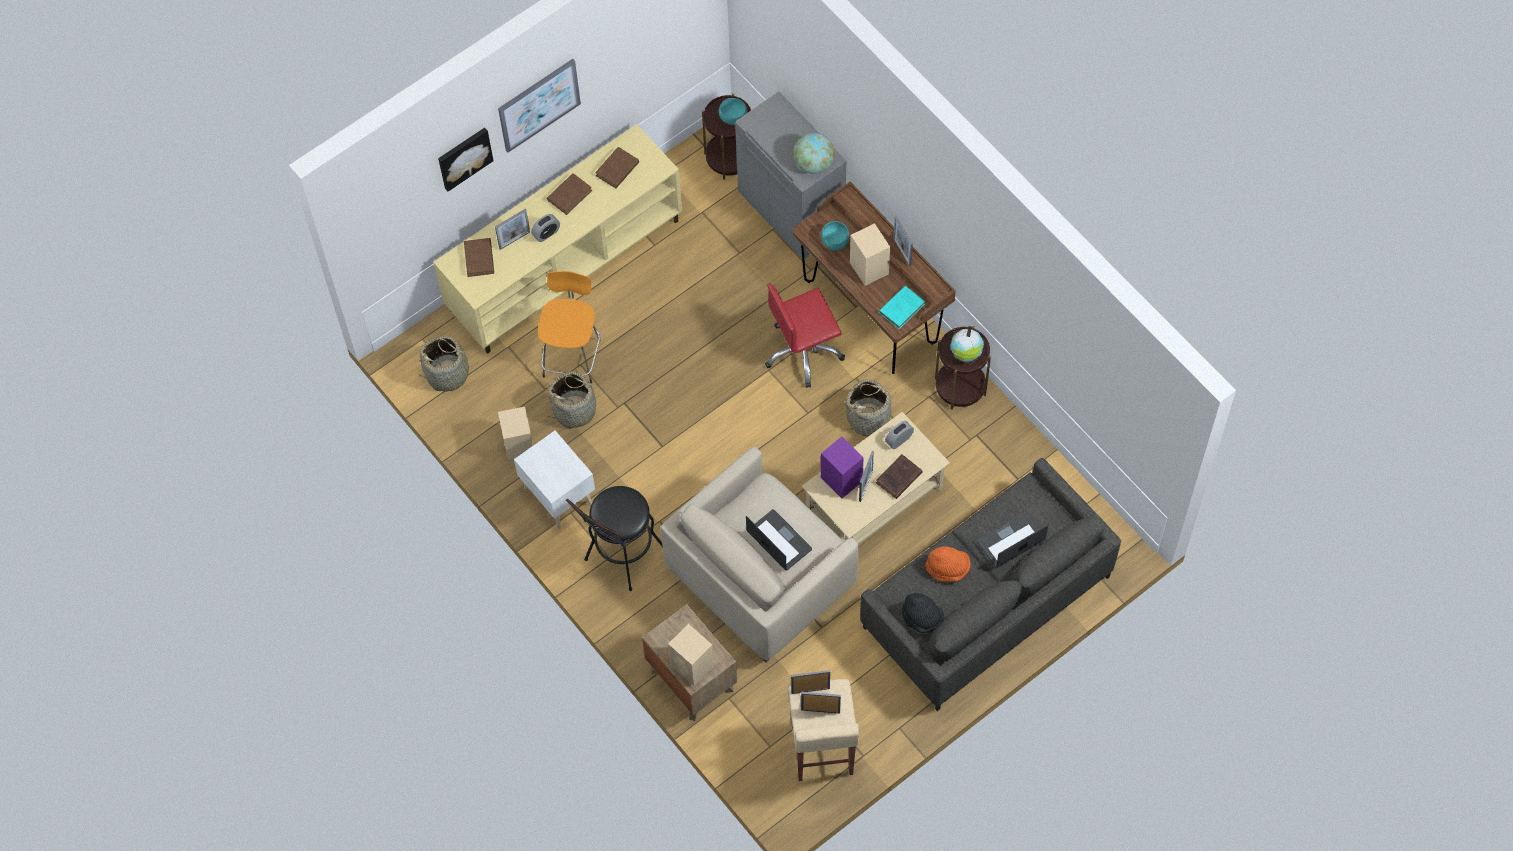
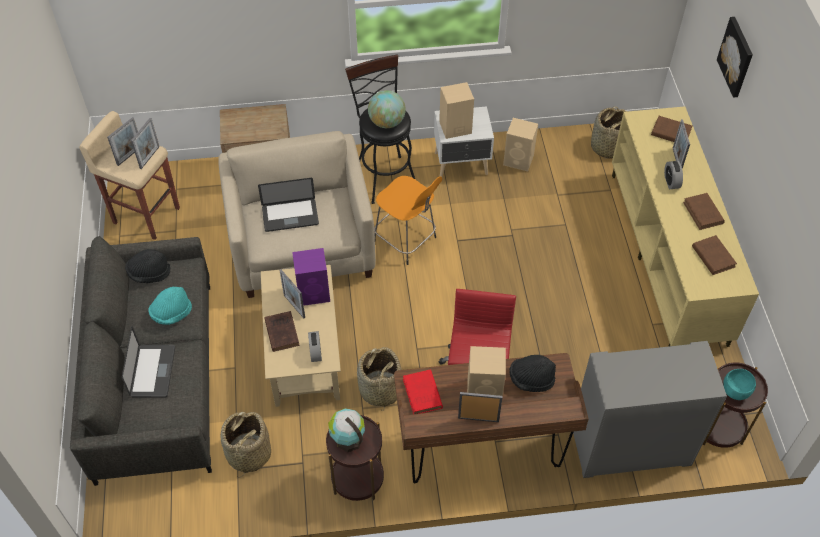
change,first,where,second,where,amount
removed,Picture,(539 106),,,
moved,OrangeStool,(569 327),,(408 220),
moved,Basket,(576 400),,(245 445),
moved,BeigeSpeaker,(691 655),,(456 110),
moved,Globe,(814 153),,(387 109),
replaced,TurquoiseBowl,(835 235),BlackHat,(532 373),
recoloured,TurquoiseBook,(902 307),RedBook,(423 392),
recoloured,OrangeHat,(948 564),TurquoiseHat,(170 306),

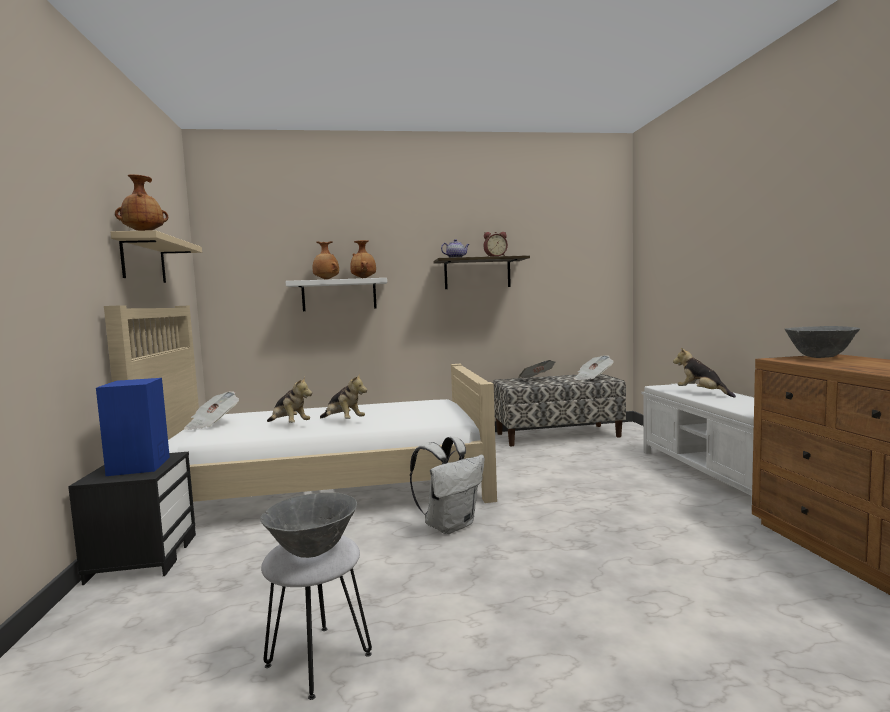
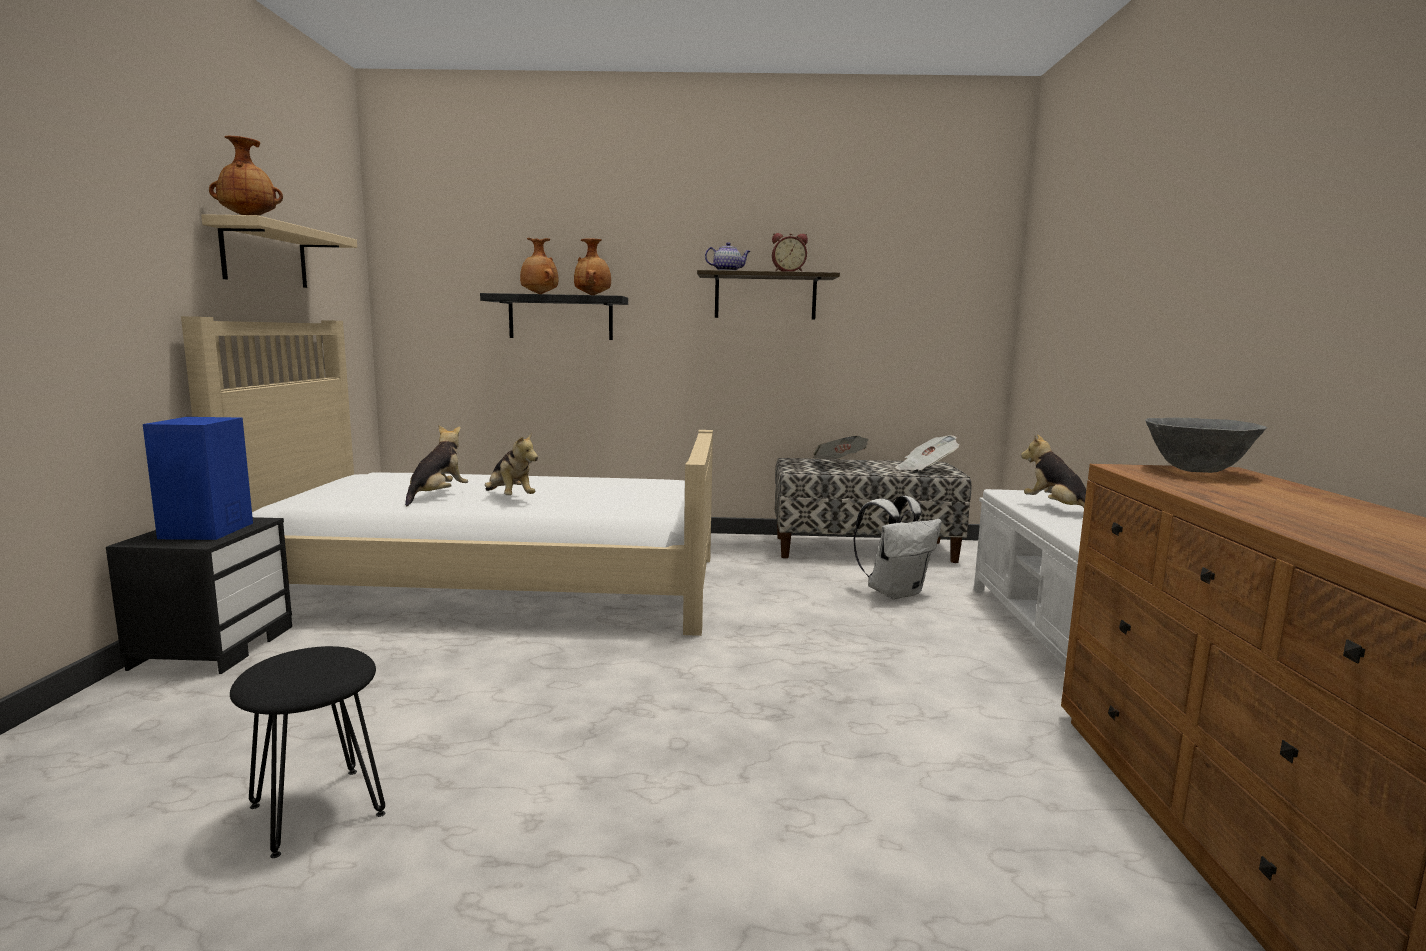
change,first,where,second,where,amount
removed,Newspaper,(211 410),,,
removed,GreyBowl,(308 525),,,
moved,WhiteBackpack,(447 485),,(897 548),
recoloured,WhiteStool,(316 617),BlackStool,(308 752),
recoloured,WhiteShelf,(336 294),BlackShelf,(554 316),
turned,PlushToy,(289 400),,(436 465),120 degrees counterclockwise

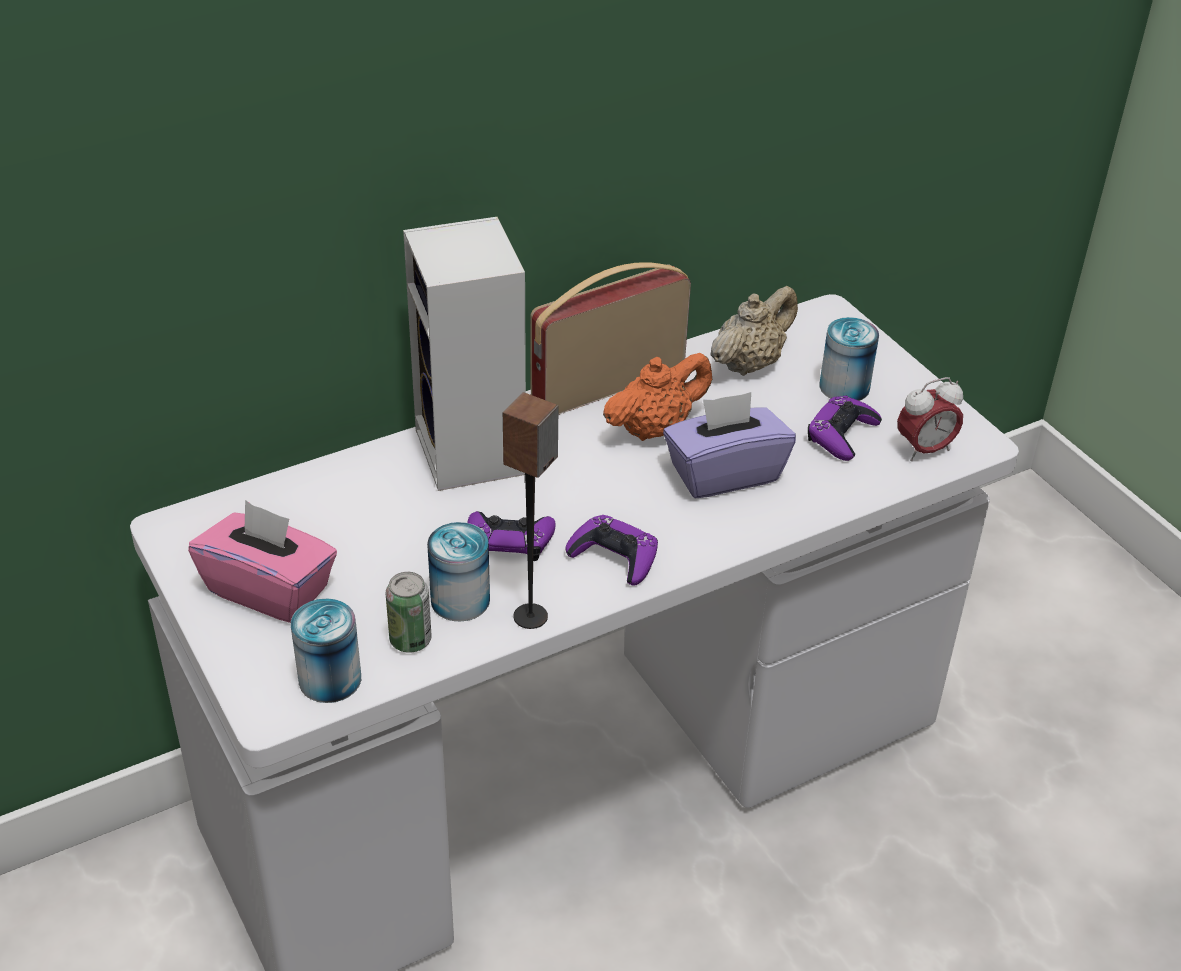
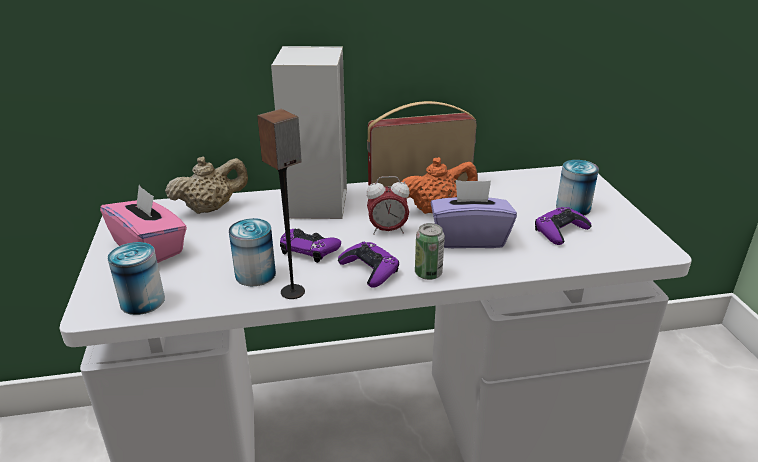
change,first,where,second,where,amount
moved,Can,(408 612),,(430 251),
moved,BeigeTeapot,(754 331),,(206 185),
moved,AlarmClock,(930 419),,(388 205),

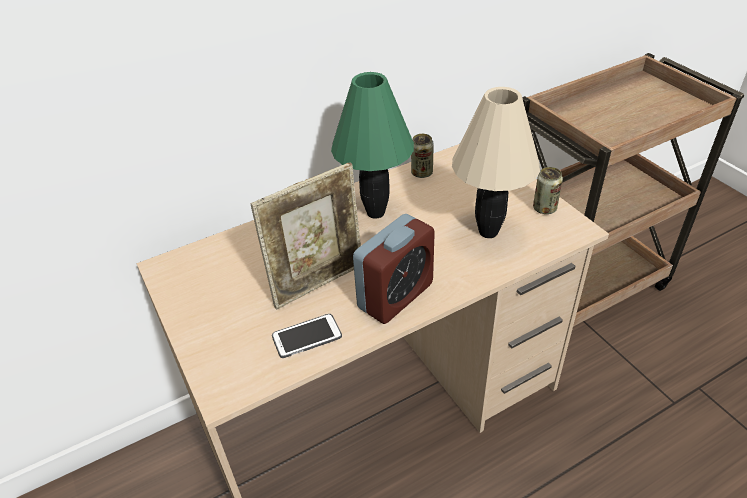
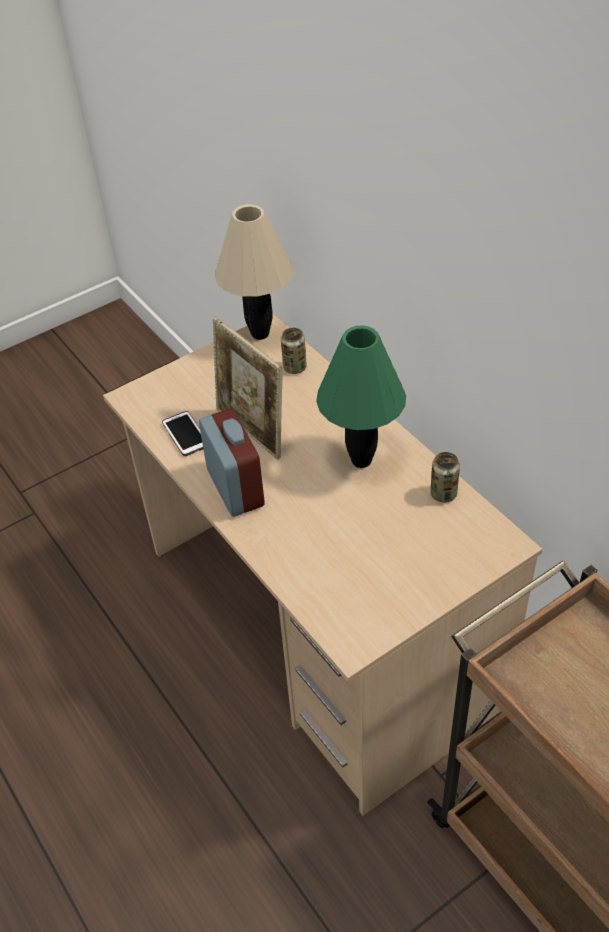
change,first,where,second,where,amount
moved,BeigeTableLamp,(496 162),,(254 272),
moved,Can,(548 190),,(294 351),
turned,AlarmClock,(394 269),,(232 463),150 degrees counterclockwise

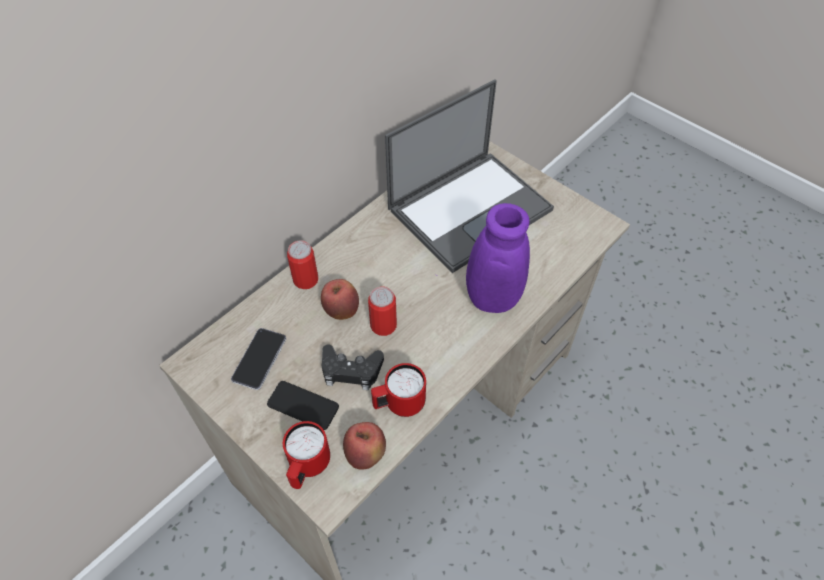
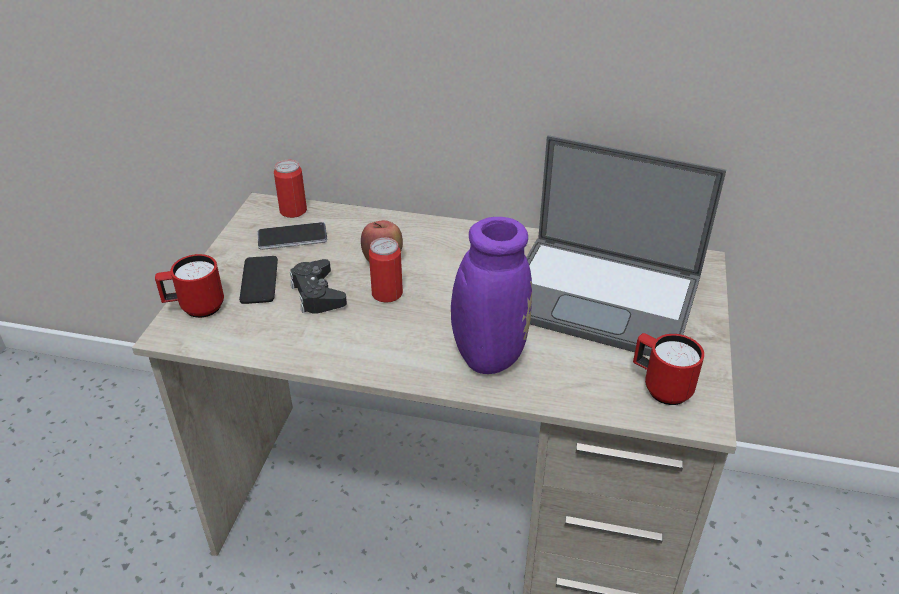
change,first,where,second,where,amount
removed,Apple,(364 446),,,
moved,Can,(302 265),,(290 189),
moved,RedMug,(398 390),,(668 369),

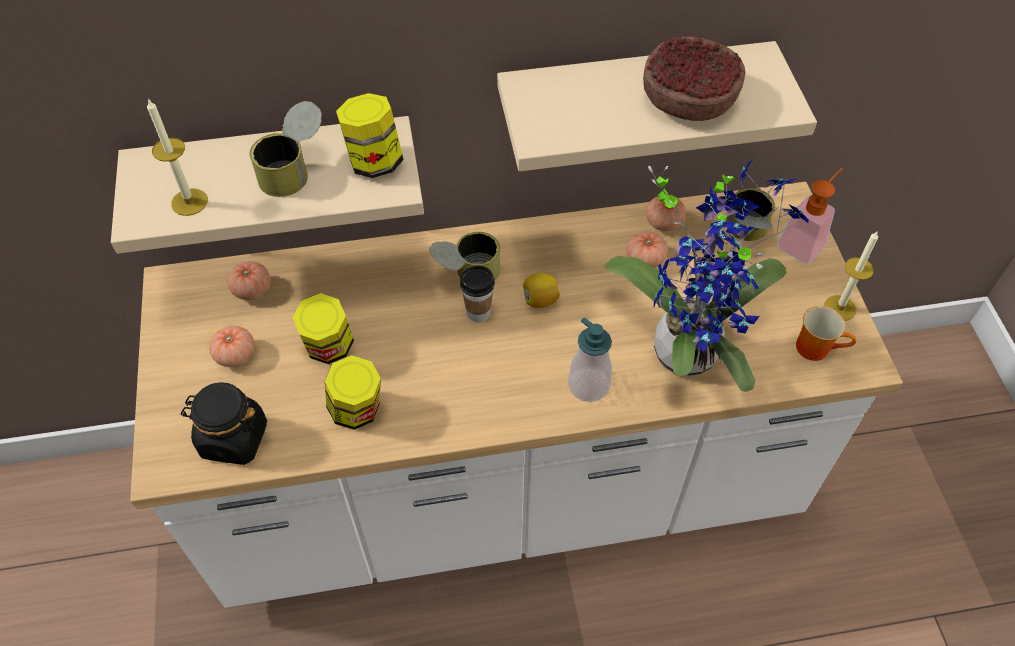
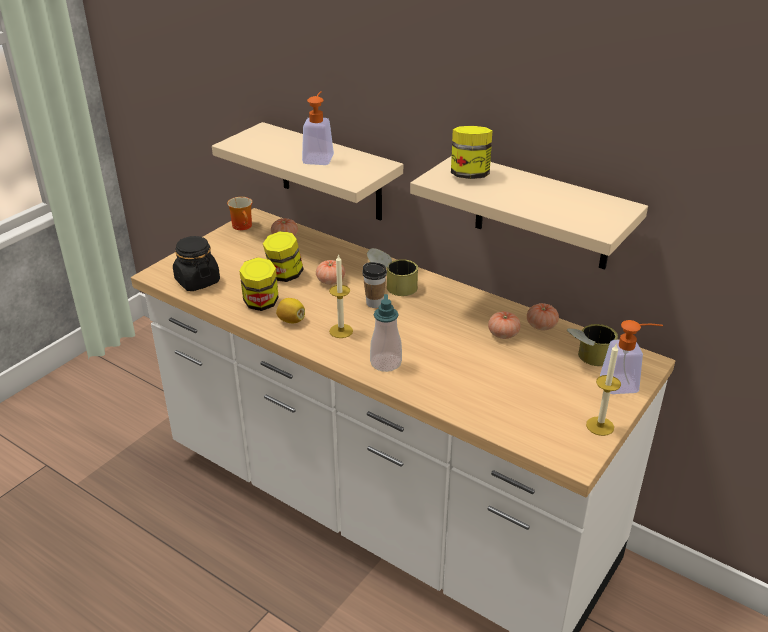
change,first,where,second,where,amount
removed,PottedPlant,(707 275),,,
removed,Bowl,(694 79),,,
moved,Candle,(177 157),,(341 296),
moved,Tomato,(232 346),,(330 272),
moved,Jar,(370 135),,(472 152),
moved,Lemon,(541 290),,(290 310),
moved,Mug,(826 333),,(239 213),
replaced,Can,(285 149),SoapDispenser,(318 128),

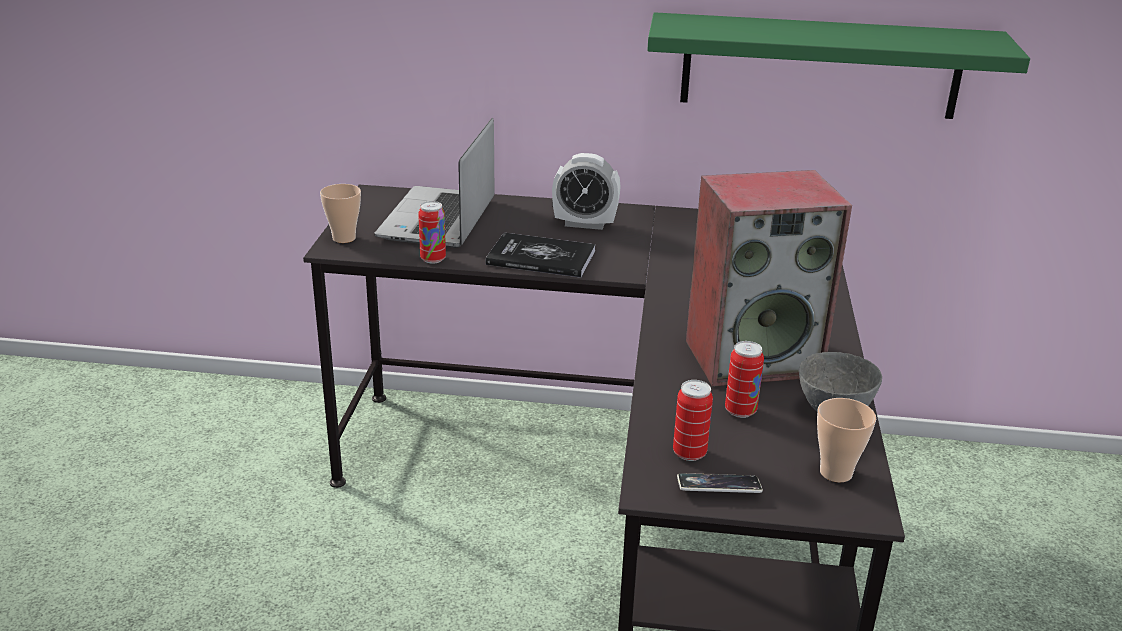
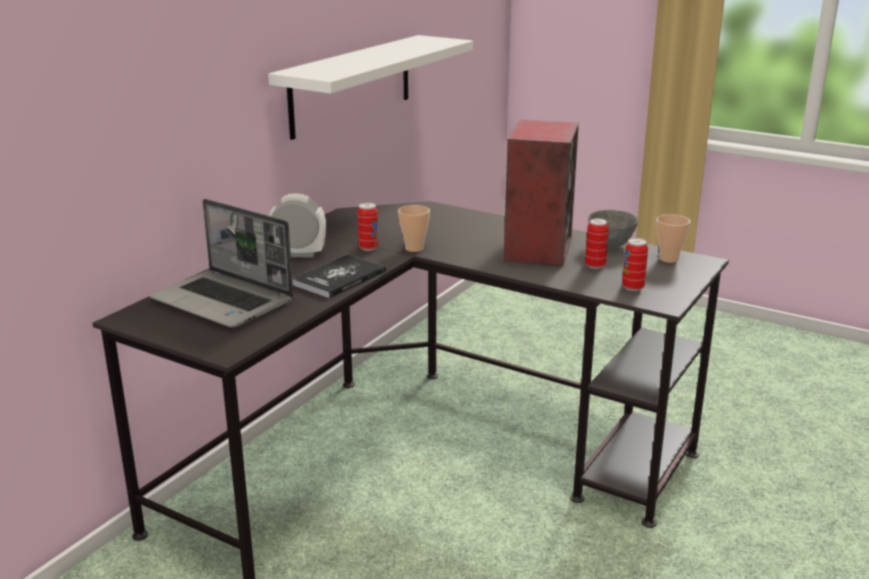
change,first,where,second,where,amount
removed,Phone,(720 483),,,
moved,Cup,(340 213),,(414 228),
moved,Can,(432 232),,(368 227),
recoloured,GreenShelf,(838 65),WhiteShelf,(370 87),
turned,AlarmClock,(586 191),,(297 226),120 degrees counterclockwise

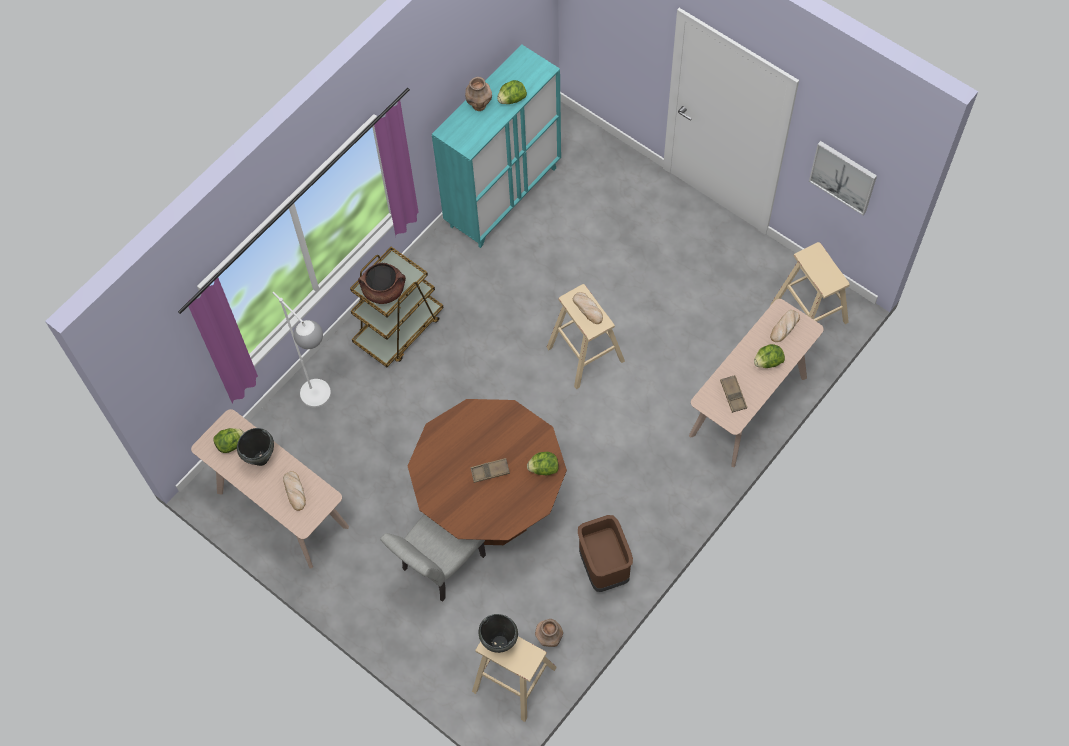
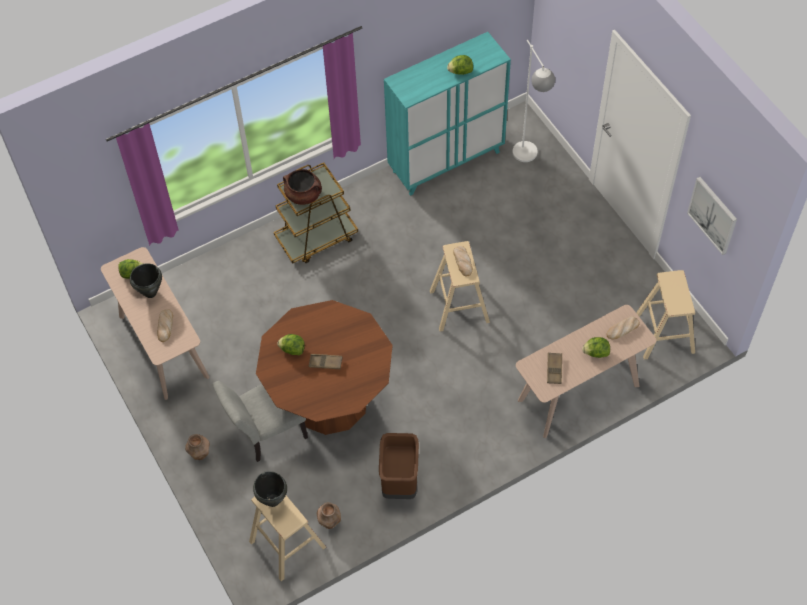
change,first,where,second,where,amount
moved,WhiteFloorLamp,(302 350),,(534 101),
moved,BrownVase,(478 94),,(197 447),
moved,Lettuce,(543 464),,(291 344),

